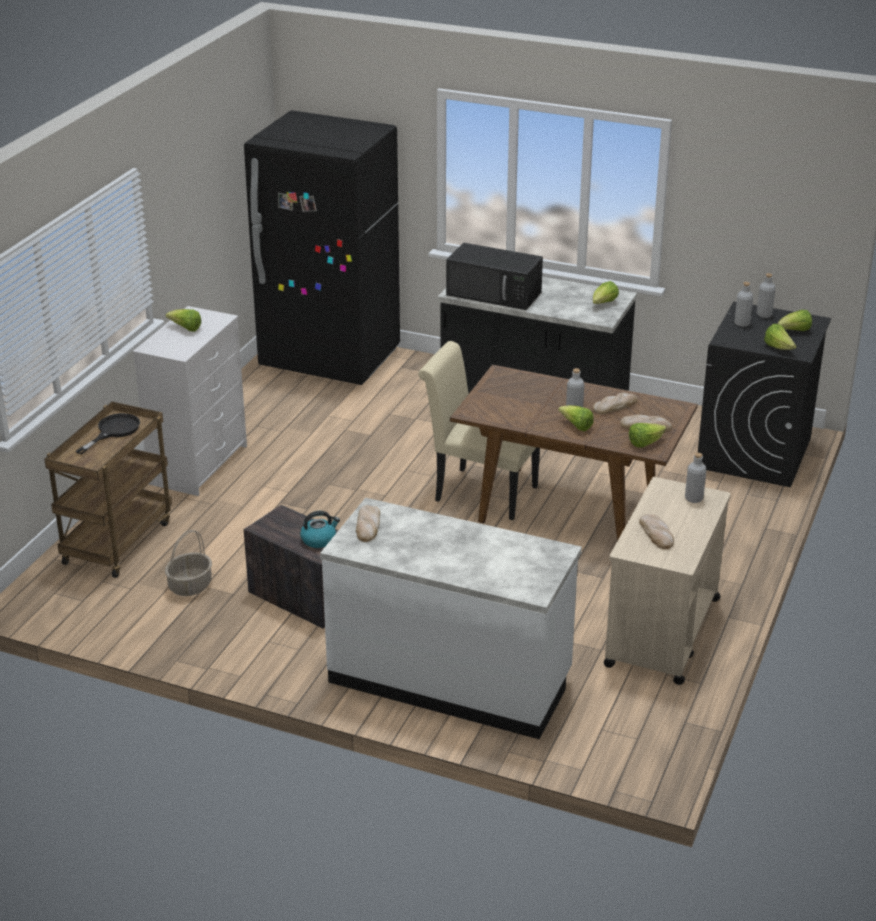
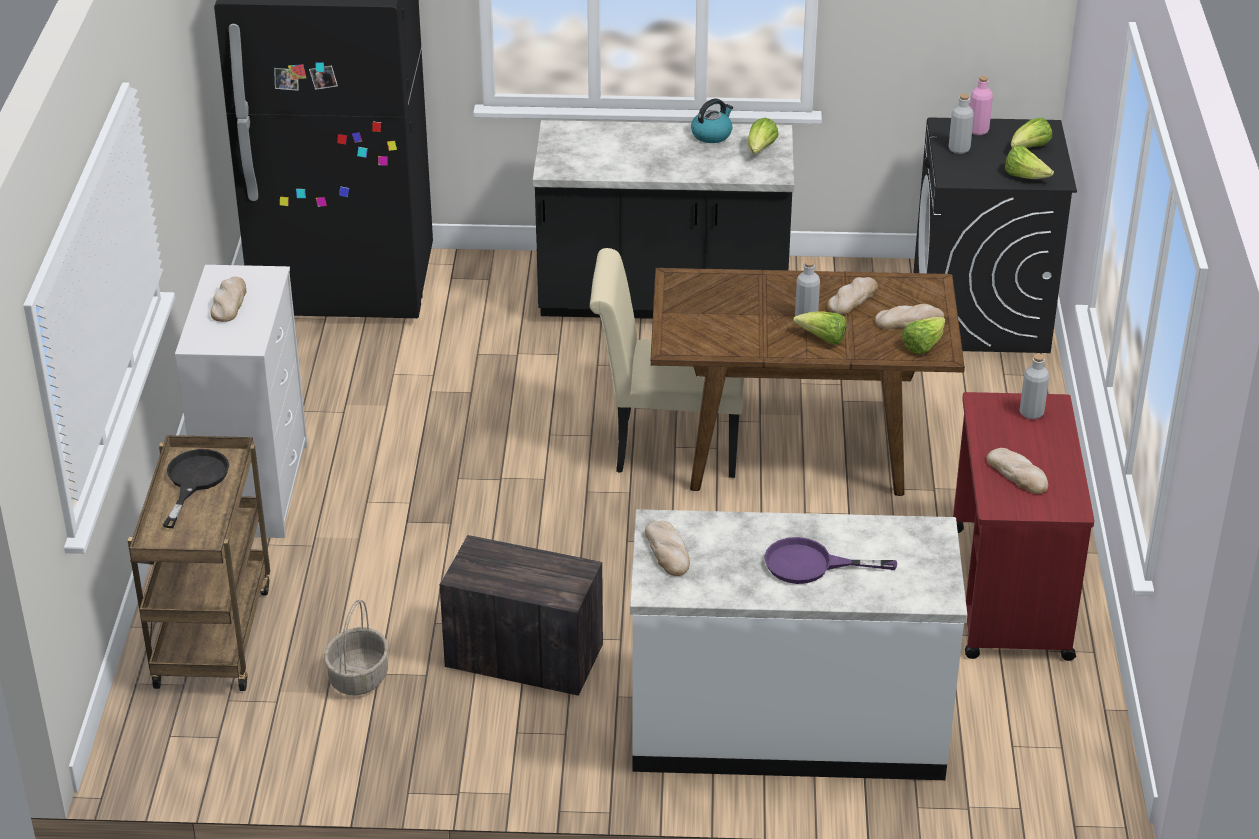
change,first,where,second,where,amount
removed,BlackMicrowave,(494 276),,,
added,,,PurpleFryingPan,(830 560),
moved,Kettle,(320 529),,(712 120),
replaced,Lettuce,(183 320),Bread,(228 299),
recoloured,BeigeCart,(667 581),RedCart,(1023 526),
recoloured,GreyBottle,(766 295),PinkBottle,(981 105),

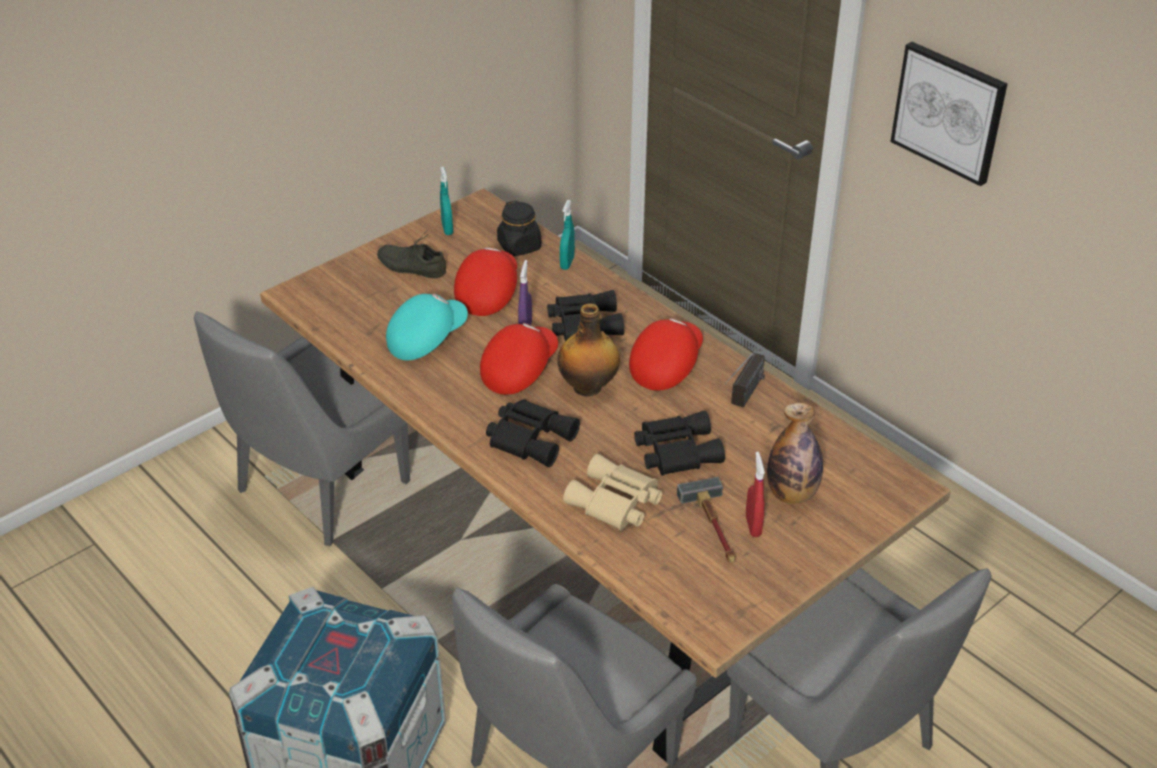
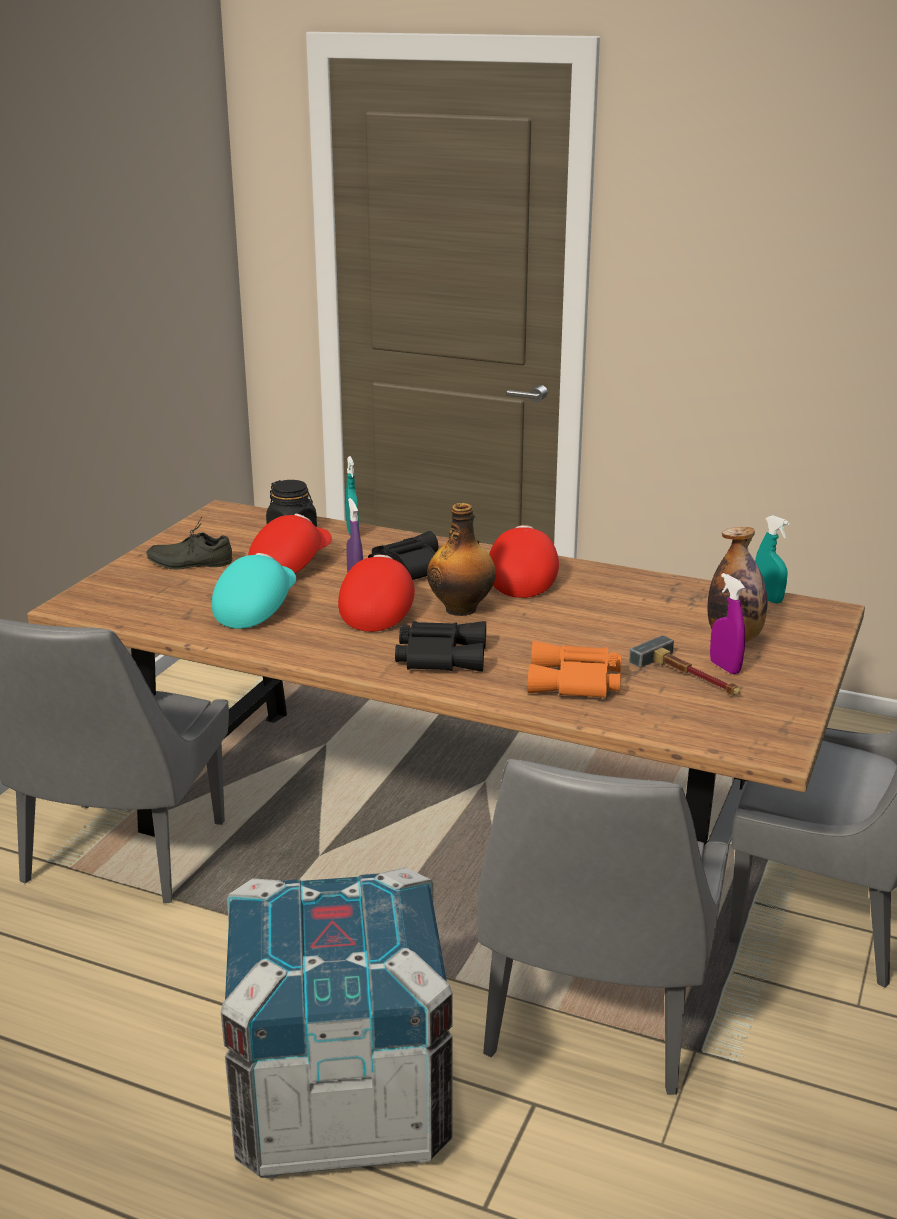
change,first,where,second,where,amount
removed,BlackBinoculars,(679 443),,,
removed,Radio,(744 380),,,
removed,Picture,(948 114),,,
moved,TurquoiseSprayBottle,(446 201),,(772 559),
recoloured,BeigeBinoculars,(612 492),OrangeBinoculars,(574 670),
recoloured,RedSprayBottle,(755 494),PurpleSprayBottle,(727 623),
turned,RedCap,(485 281),,(290 543),45 degrees clockwise

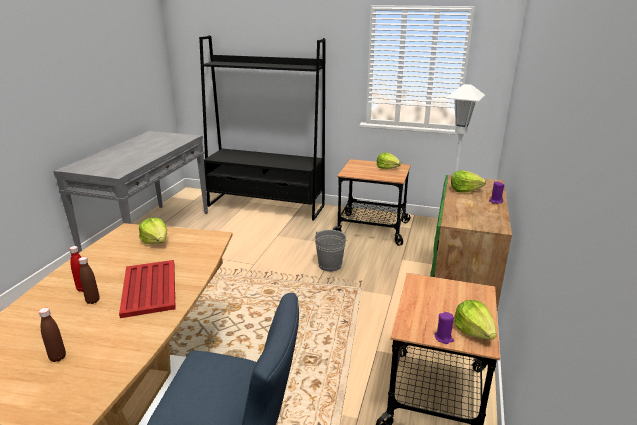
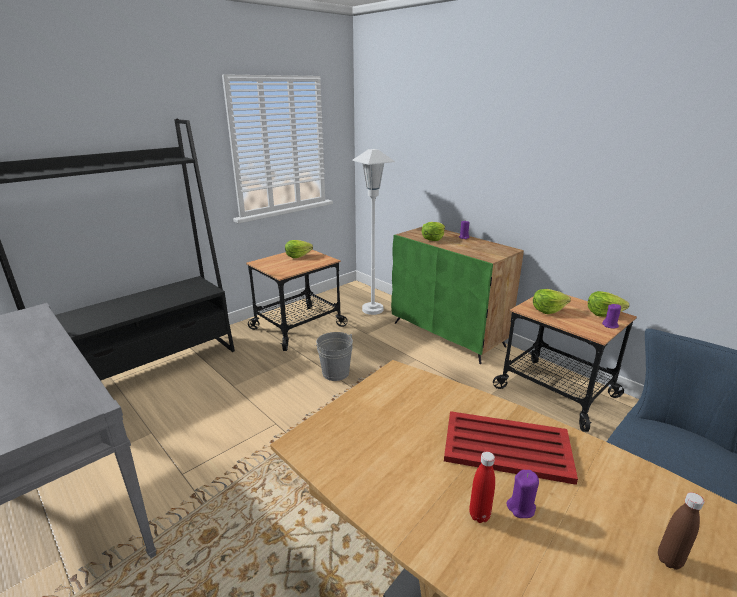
change,first,where,second,where,amount
moved,Lettuce,(153 230),,(552 301),
replaced,BrownBottle,(89 280),PurpleCandle,(523 494),

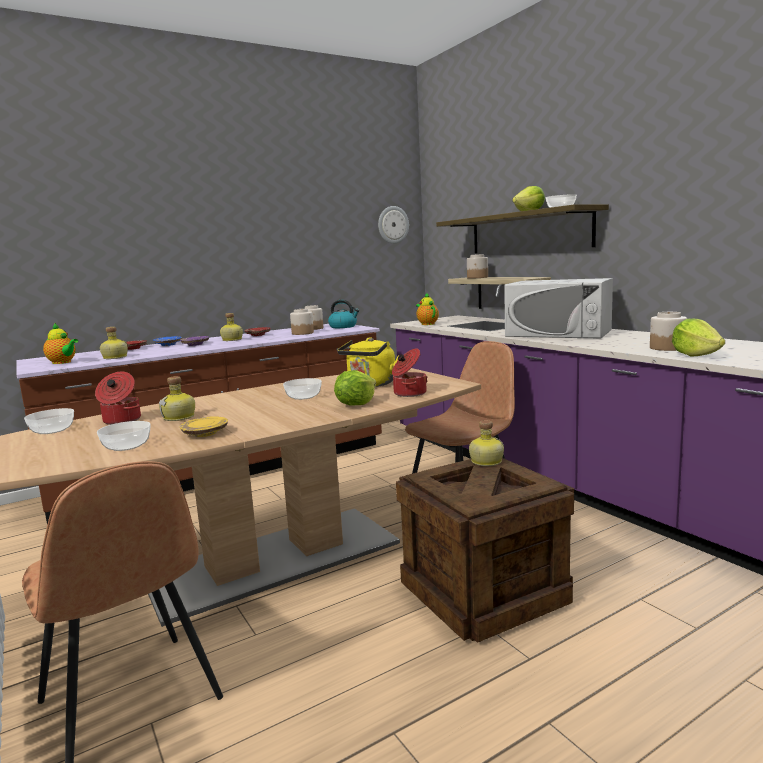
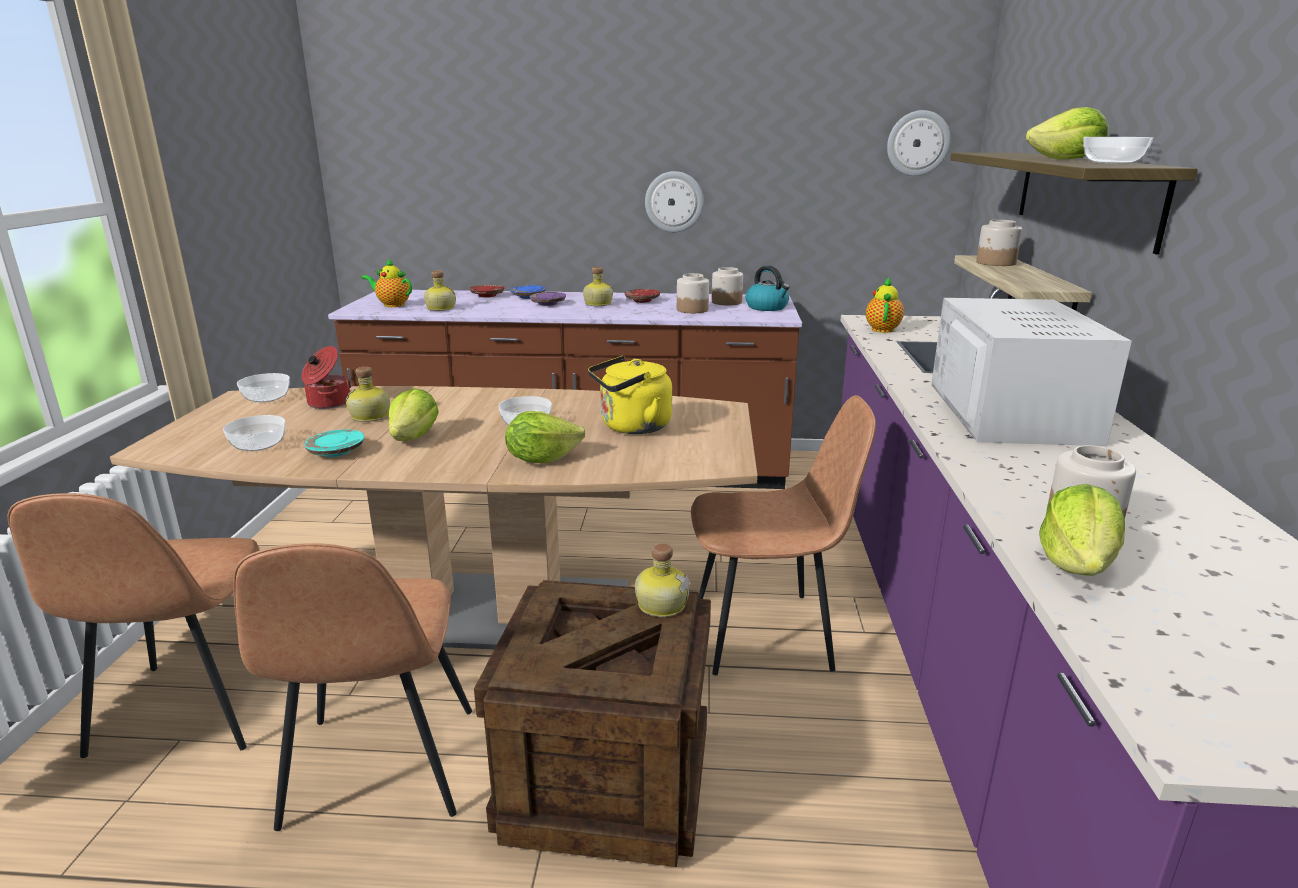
change,first,where,second,where,amount
removed,CookingPot,(410 372),,,
added,,,BrownChair,(352 687),
added,,,Lettuce,(414 414),
added,,,WallClock,(674 201),
recoloured,YellowPlate,(204 426),TurquoisePlate,(334 443),
turned,Teapot,(60 343),,(387 283),135 degrees clockwise
turned,WhiteMicrowave,(558 308),,(1031 372),150 degrees counterclockwise

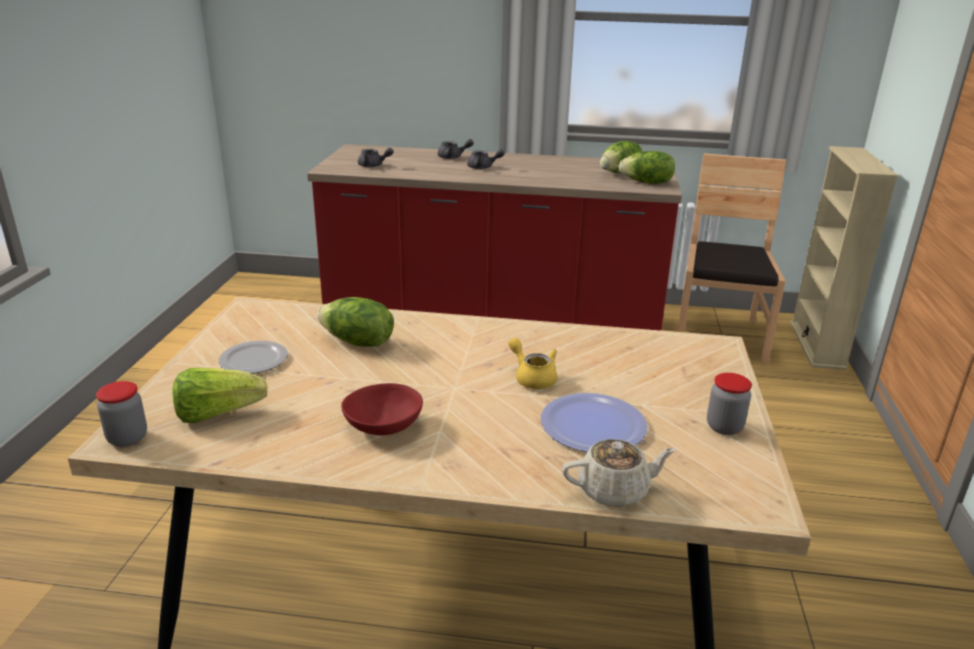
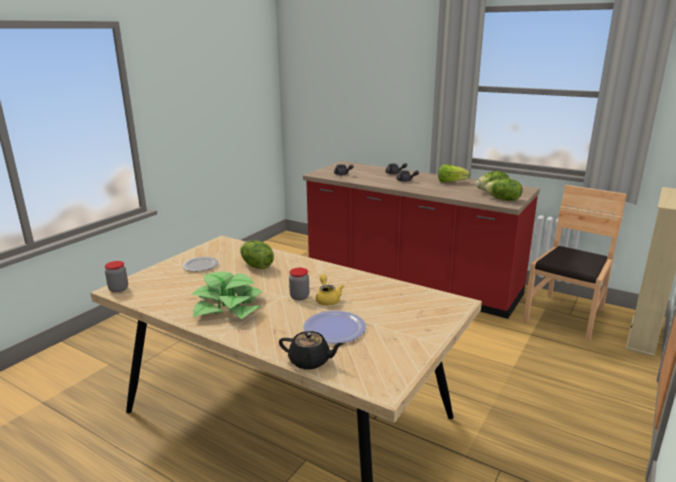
change,first,where,second,where,amount
moved,Lettuce,(220 395),,(454 173),
moved,Jar,(729 404),,(299 284),
replaced,RedBowl,(382 409),PottedPlant,(227 295),
recoloured,BeigeTeapot,(619 473),BlackTeapot,(311 350),

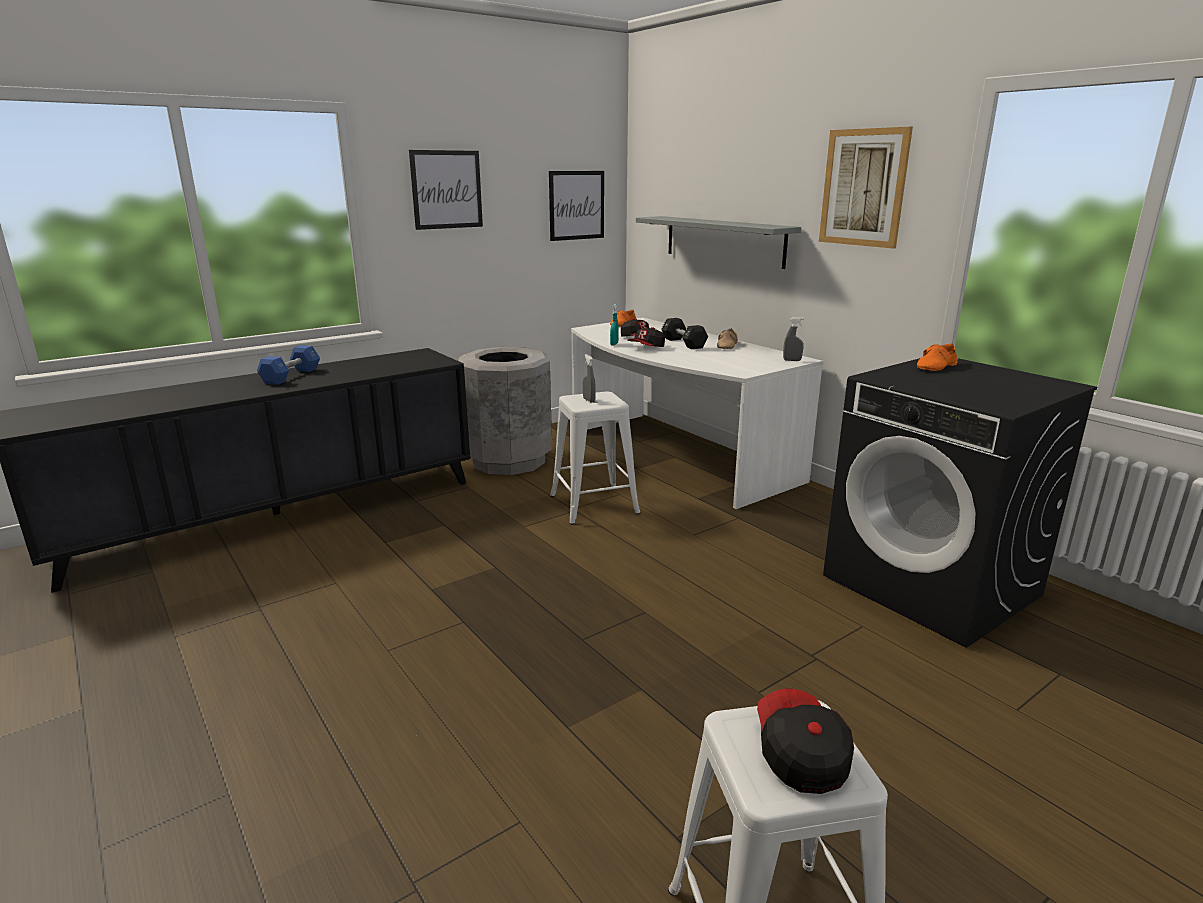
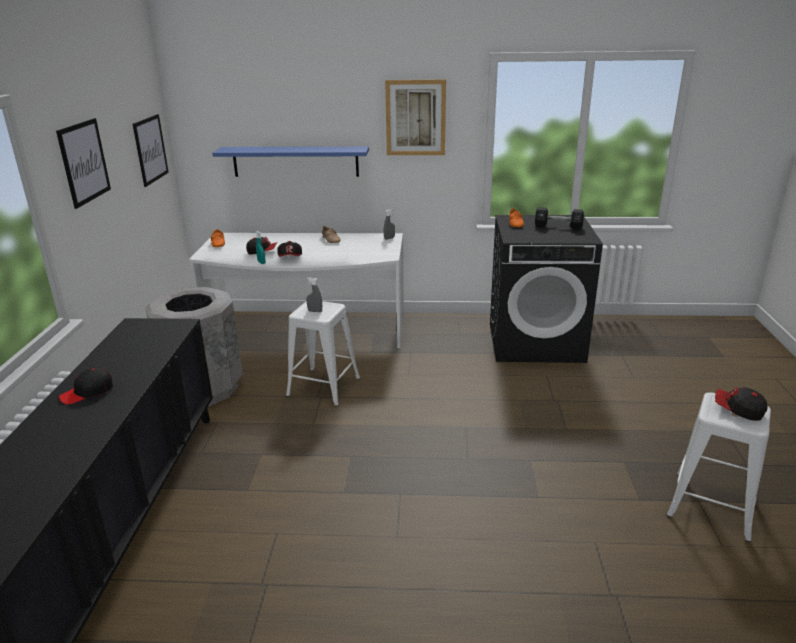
change,first,where,second,where,amount
moved,BlackDumbbell,(684 333),,(559 218),
replaced,BlueDumbbell,(288 365),BlackCap,(86 386),
recoloured,GreyShelf,(718 242),BlueShelf,(290 161),

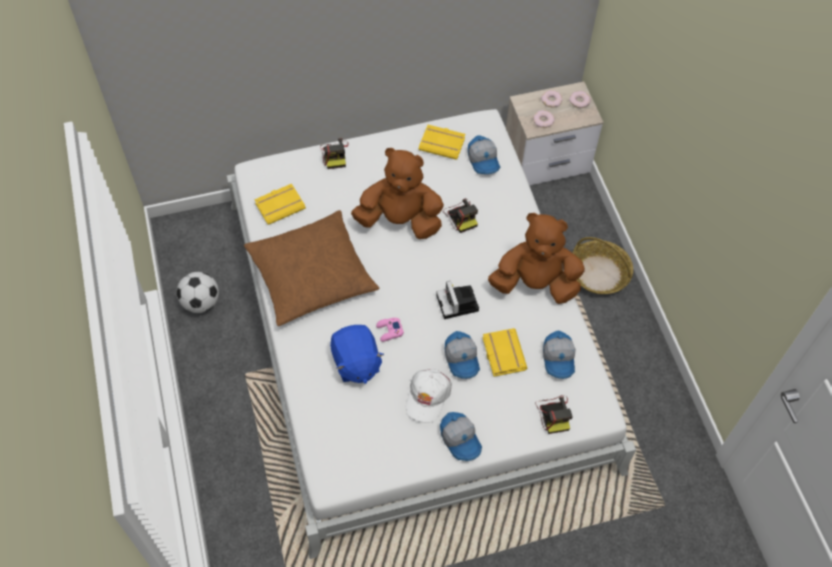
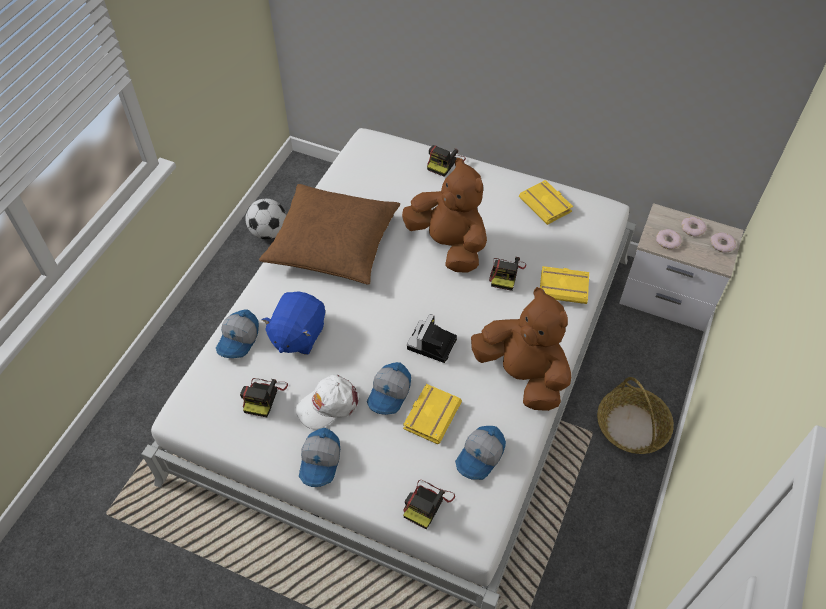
change,first,where,second,where,amount
removed,PinkGameController,(390 329),,,
added,,,PhotoCamera,(264 397),
moved,YellowBook,(280 204),,(564 285),
moved,Cap,(484 154),,(237 334),

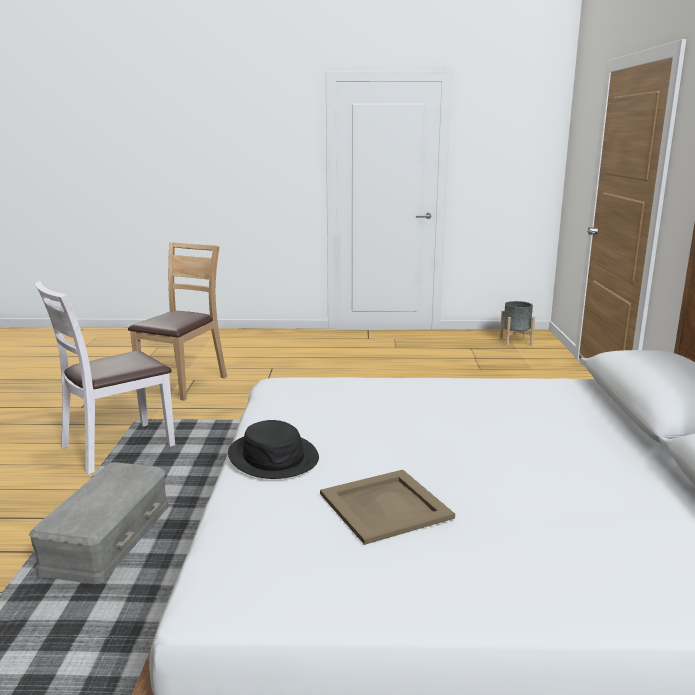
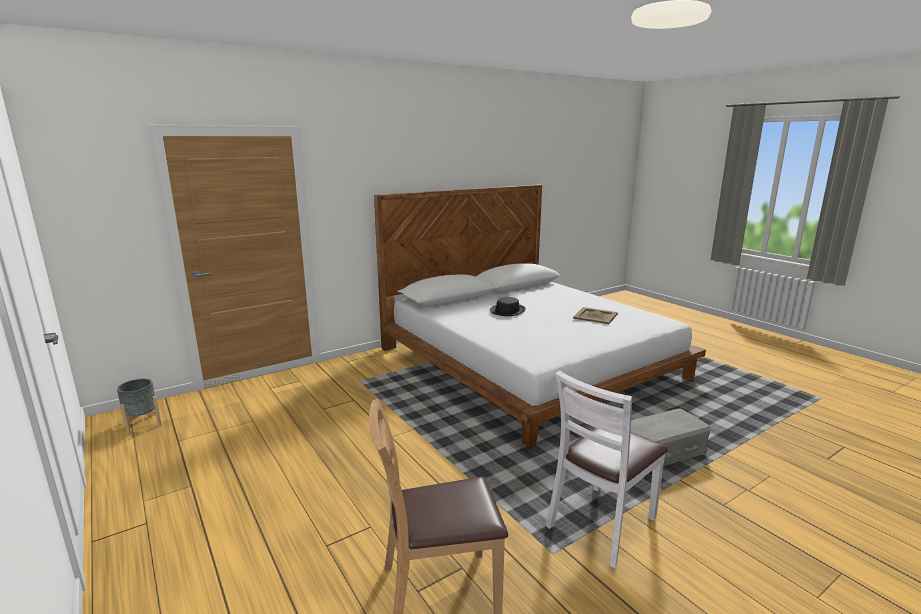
change,first,where,second,where,amount
moved,BlackHat,(273 449),,(508 306),
turned,WhiteChair,(105 378),,(607 469),120 degrees clockwise

